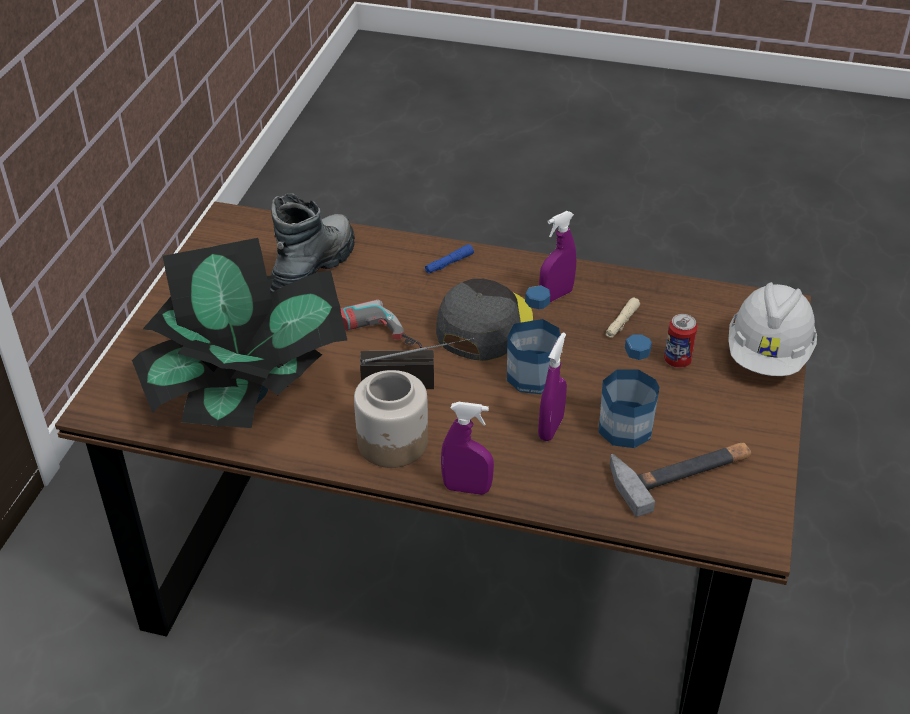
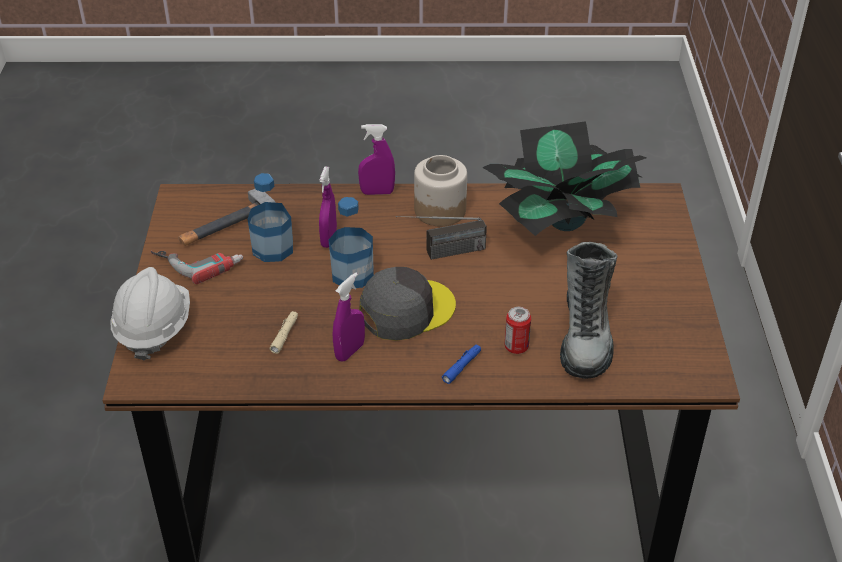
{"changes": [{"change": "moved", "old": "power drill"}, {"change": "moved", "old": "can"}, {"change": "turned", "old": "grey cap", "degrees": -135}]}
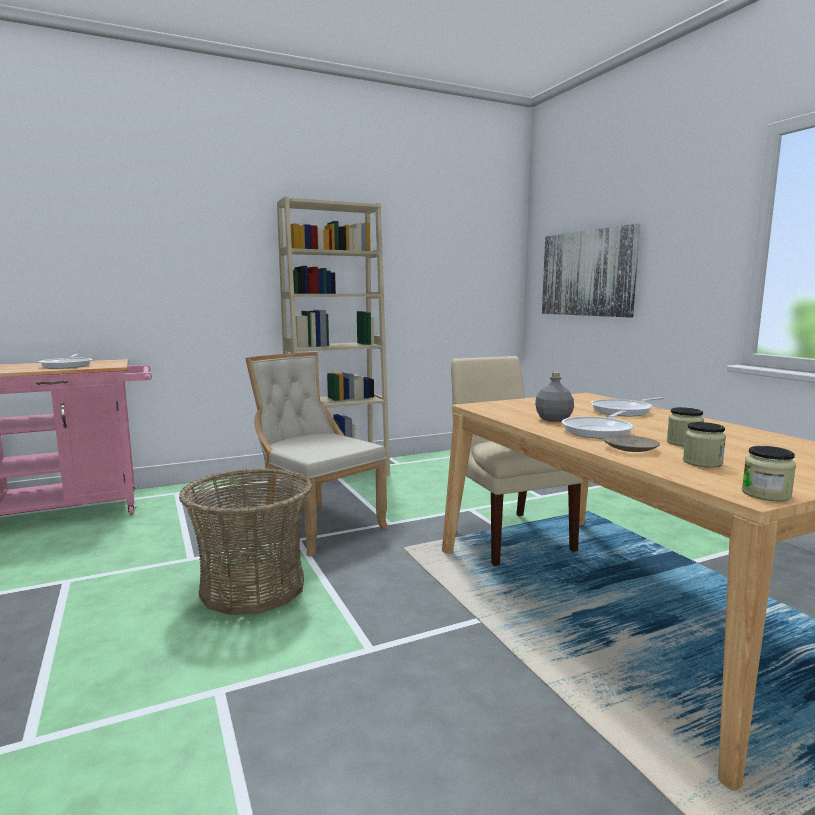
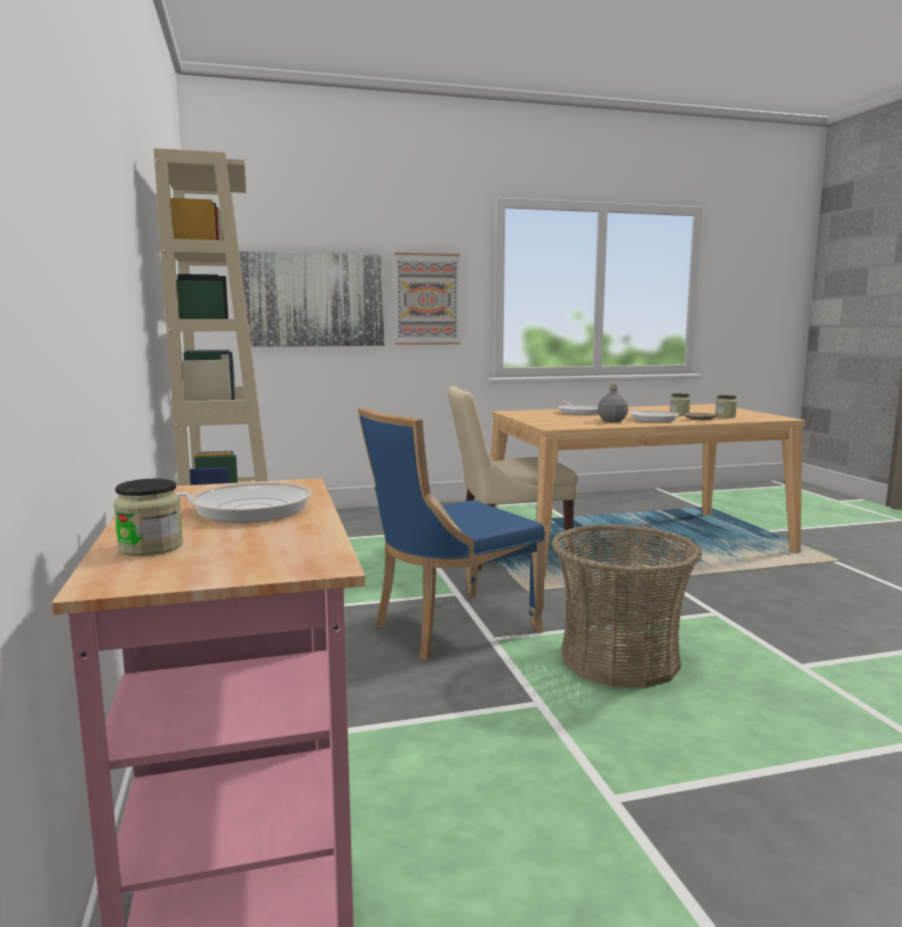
{"changes": [{"change": "added", "new": "picture (2nd from left)"}, {"change": "moved", "old": "jar (3rd from left in the first image)", "new": "jar (1st from left)"}, {"change": "recoloured", "old": "beige chair (1st from left)", "new": "blue chair"}]}
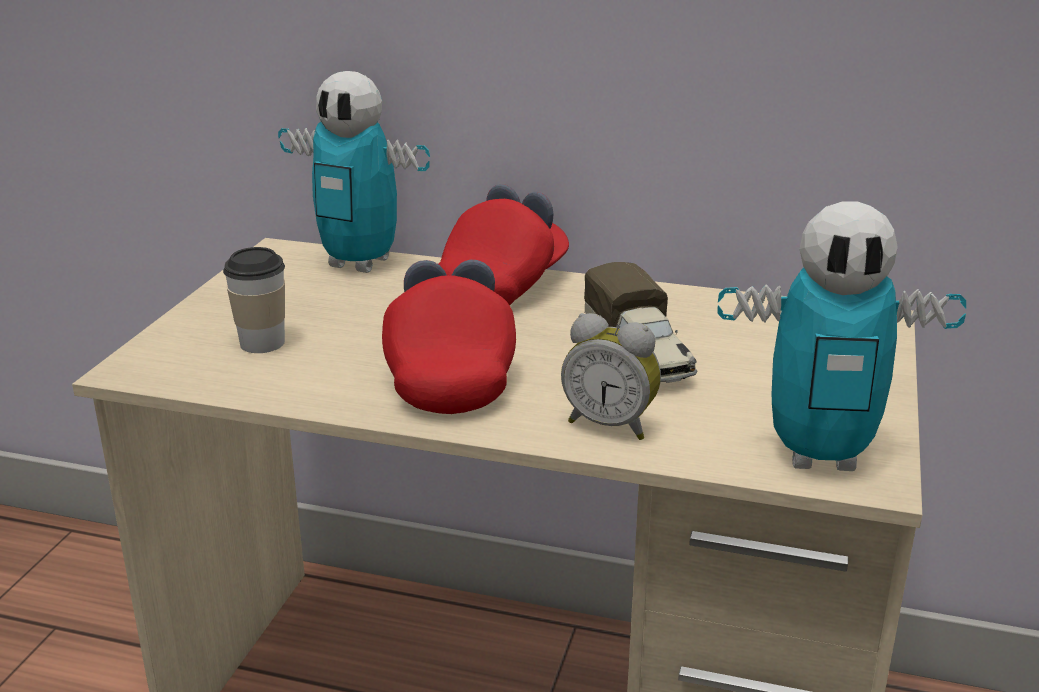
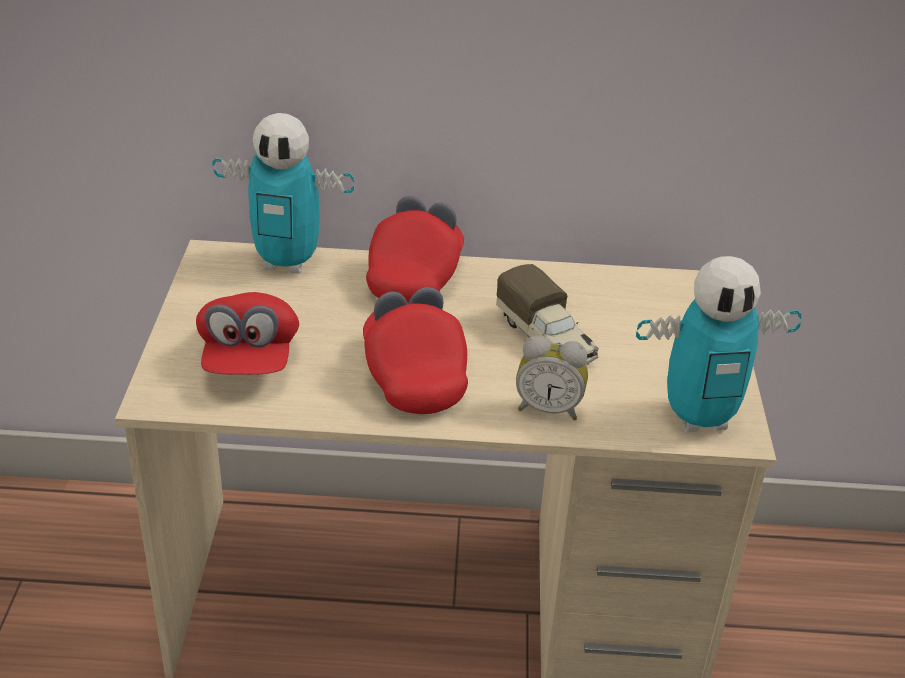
{"changes": [{"change": "replaced", "old": "cup", "new": "red cap (1st from left)"}]}
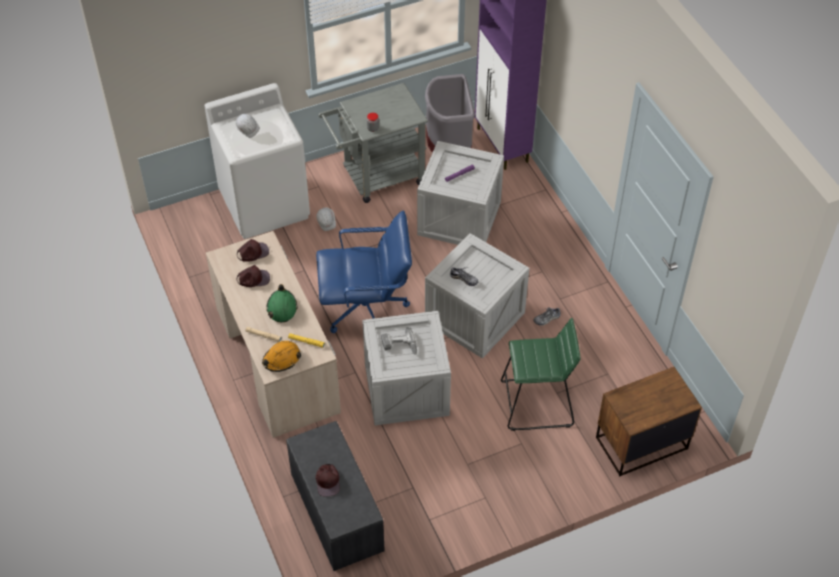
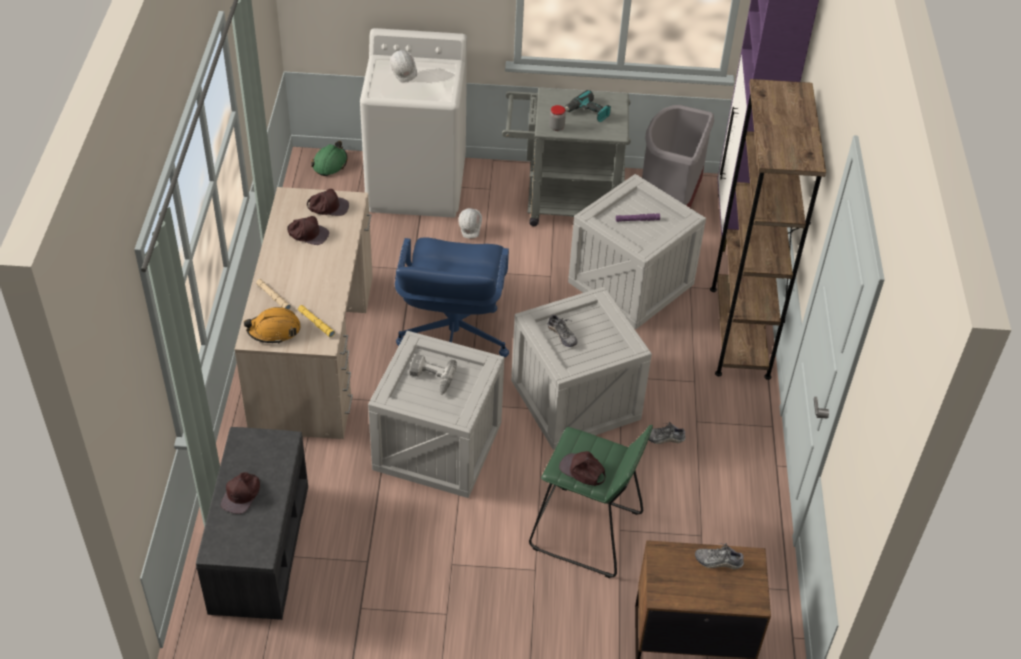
{"changes": [{"change": "added", "new": "brown cap (4th from left)"}, {"change": "added", "new": "power drill (2nd from left)"}, {"change": "added", "new": "shoe (3rd from left)"}, {"change": "added", "new": "brown bookcase"}, {"change": "moved", "old": "green hard hat"}, {"change": "turned", "old": "blue office chair", "degrees": 75}]}
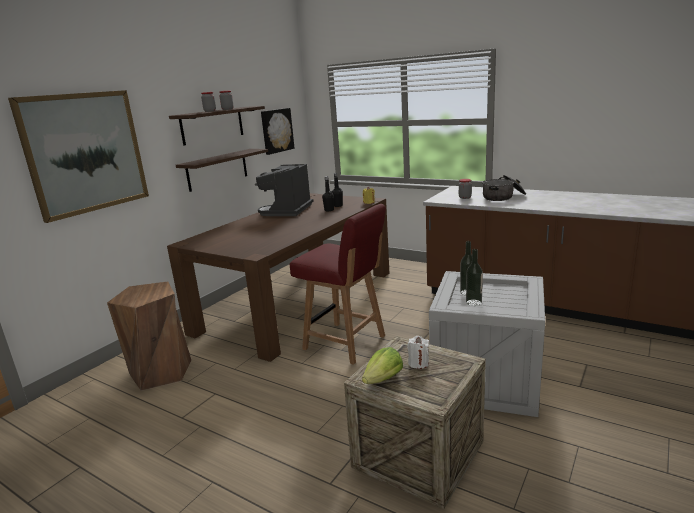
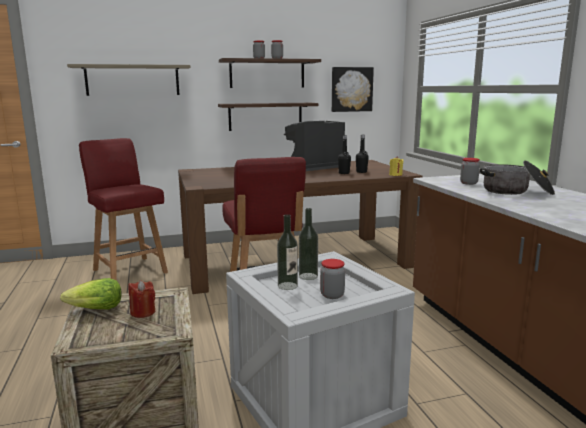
{"changes": [{"change": "added", "new": "jar (3rd from left)"}, {"change": "replaced", "old": "picture (1st from left)", "new": "shelf (1st from left)"}, {"change": "replaced", "old": "brown stool", "new": "red chair (1st from left)"}, {"change": "recoloured", "old": "white candle", "new": "red candle"}]}
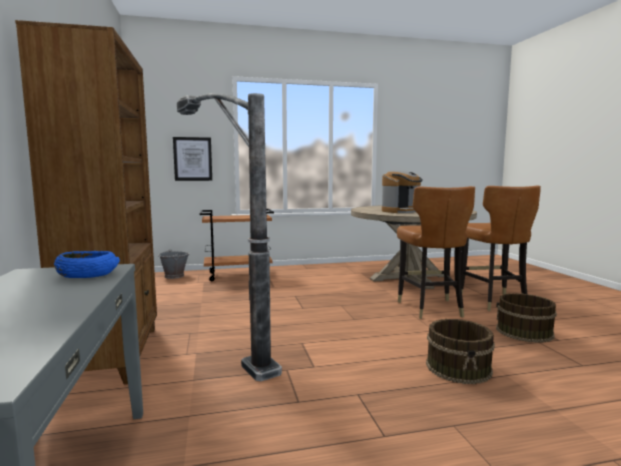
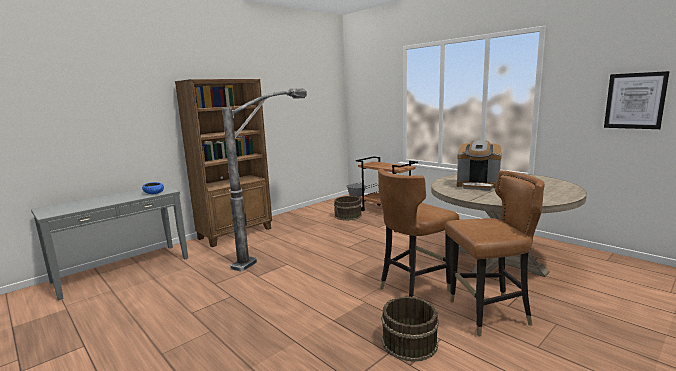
{"changes": [{"change": "moved", "old": "picture"}, {"change": "moved", "old": "brown bucket (1st from left)"}, {"change": "turned", "old": "brown chair (2nd from left)", "degrees": -150}]}
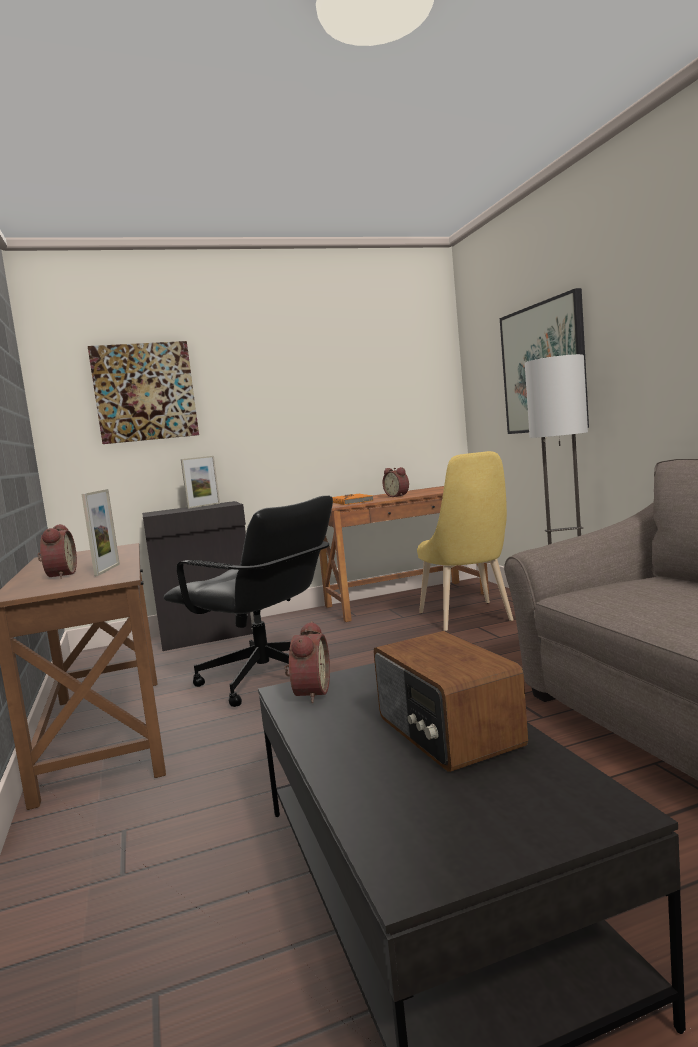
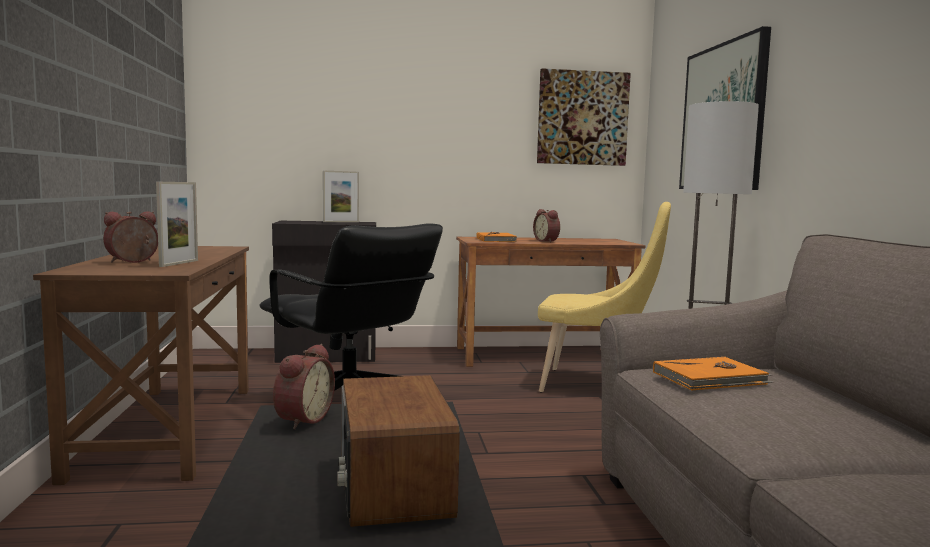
{"changes": [{"change": "added", "new": "orange book (2nd from left)"}, {"change": "moved", "old": "picture (1st from left)"}, {"change": "turned", "old": "alarm clock (1st from left)", "degrees": -135}, {"change": "turned", "old": "yellow chair", "degrees": -75}]}
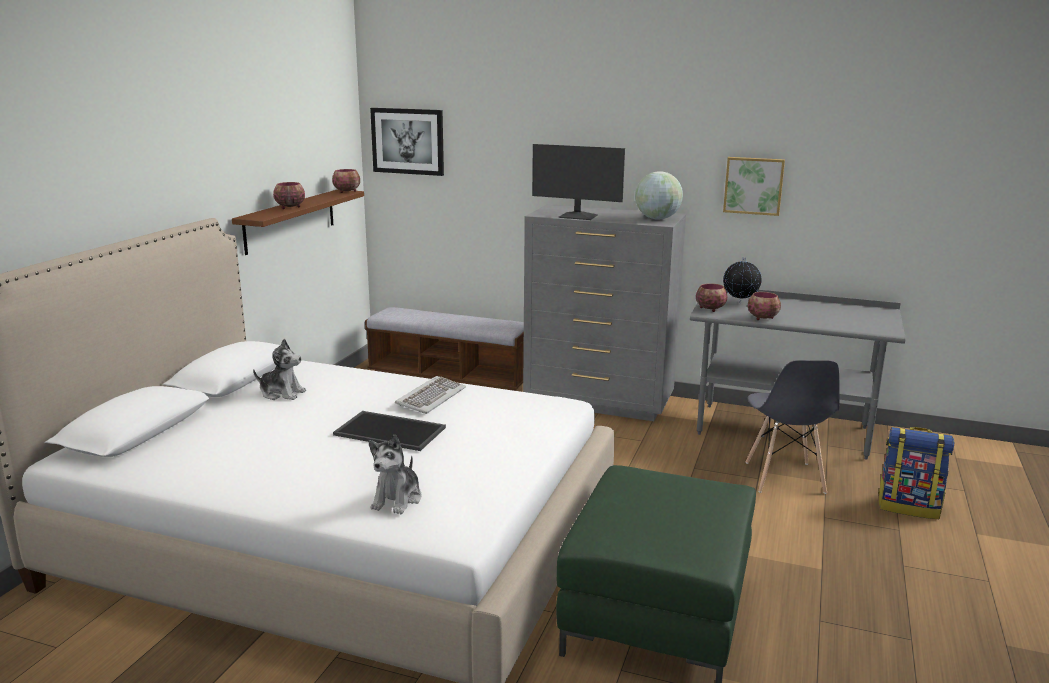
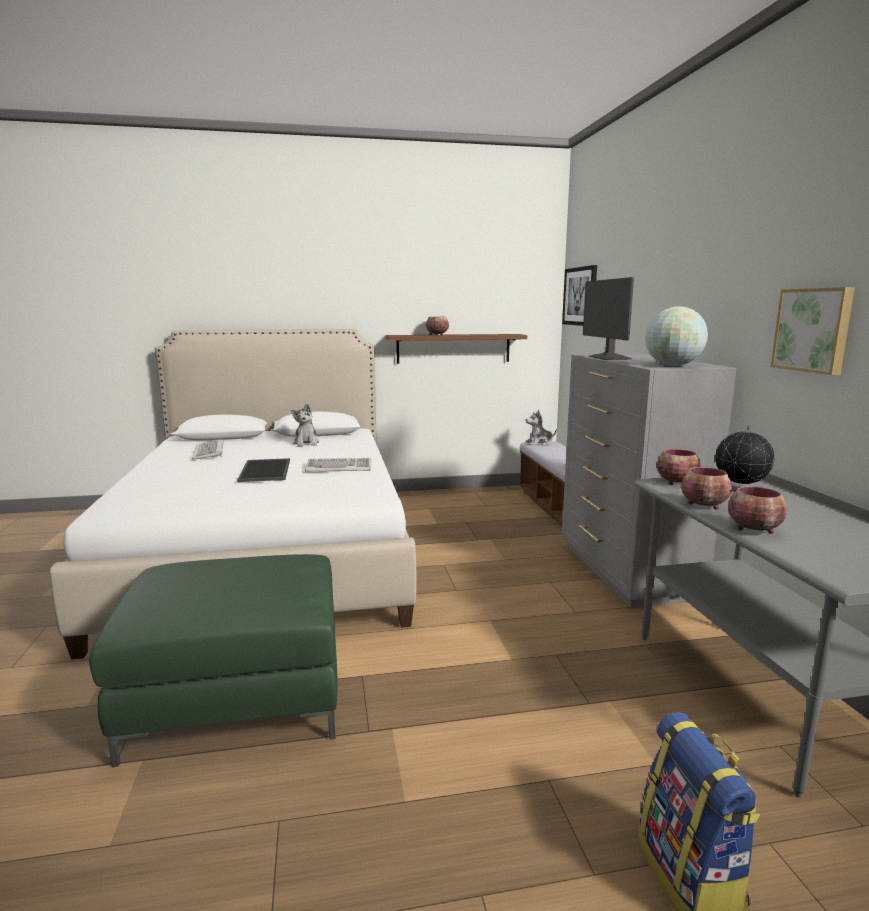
{"changes": [{"change": "removed", "old": "grey chair"}, {"change": "added", "new": "keyboard (1st from left)"}, {"change": "moved", "old": "bowl (2nd from left in the first image)", "new": "bowl (4th from left)"}, {"change": "moved", "old": "plush toy (2nd from left)"}]}
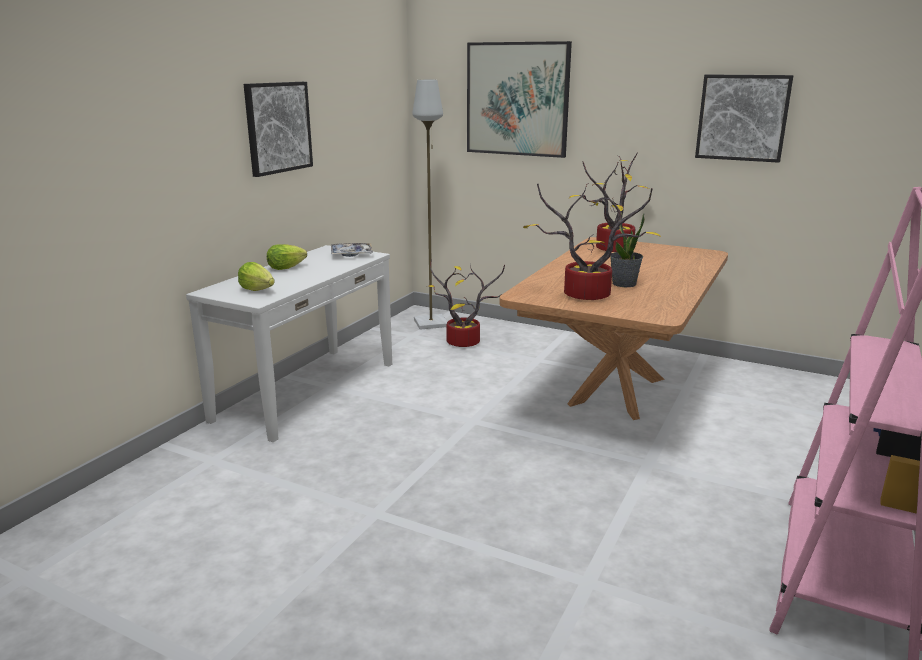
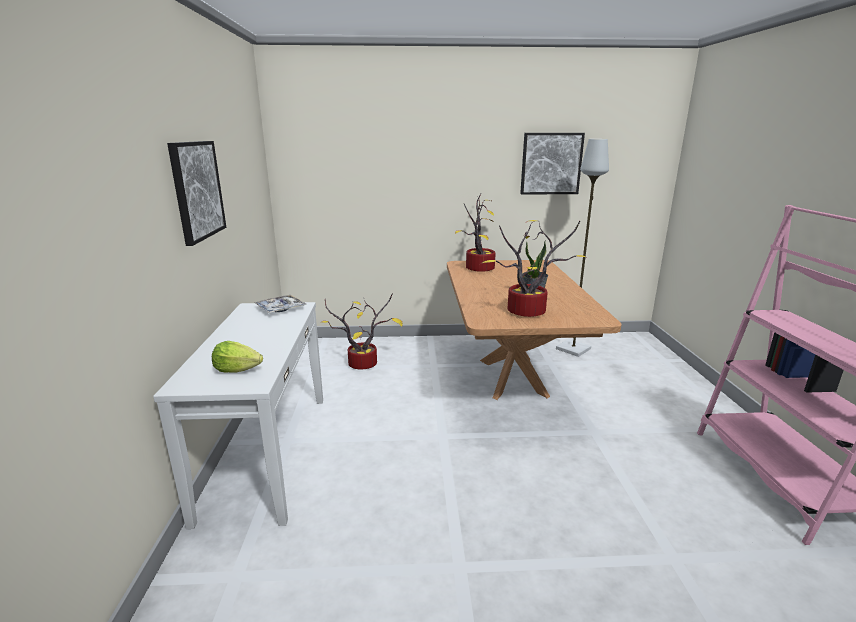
{"changes": [{"change": "removed", "old": "lettuce (2nd from left)"}, {"change": "removed", "old": "picture (2nd from left)"}, {"change": "moved", "old": "grey floor lamp"}]}
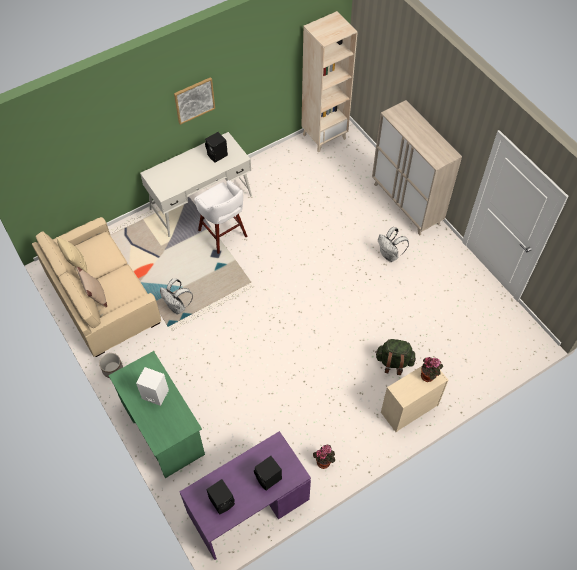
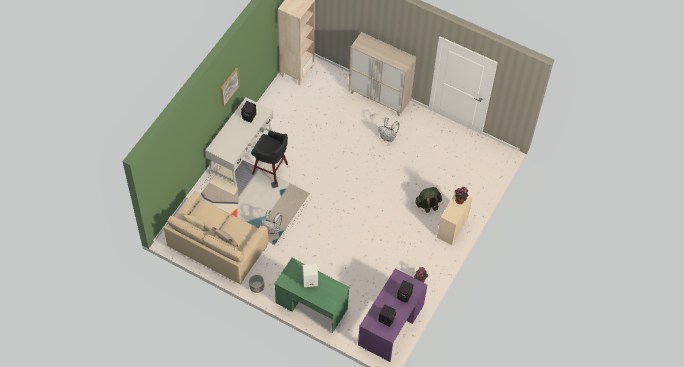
{"changes": [{"change": "recoloured", "old": "white stool", "new": "black stool"}]}
